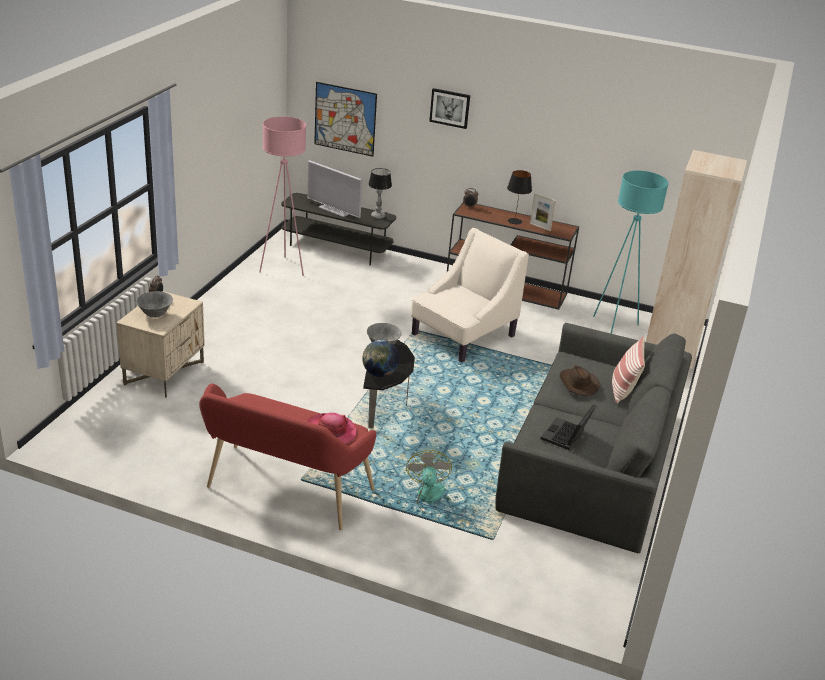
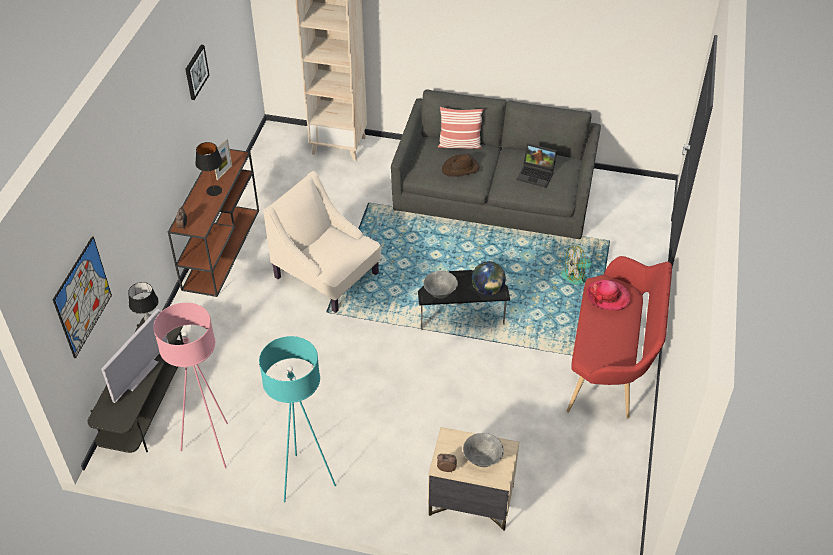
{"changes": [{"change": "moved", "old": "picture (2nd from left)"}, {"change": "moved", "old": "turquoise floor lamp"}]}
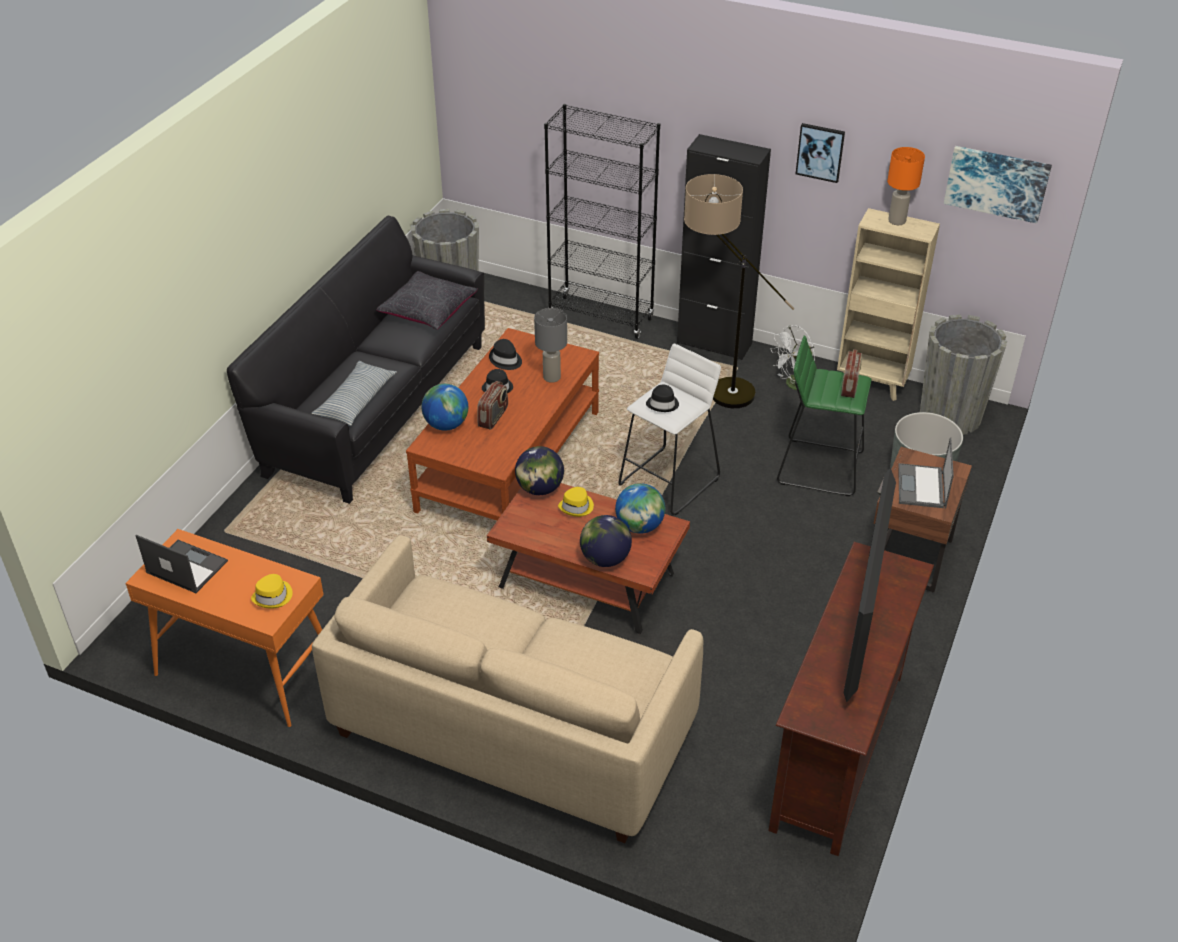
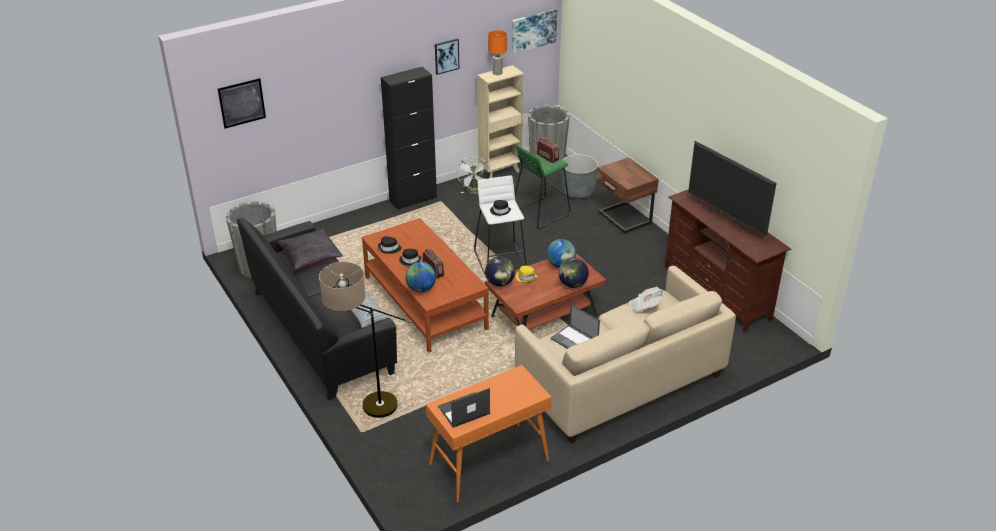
{"changes": [{"change": "removed", "old": "yellow hat (1st from left)"}, {"change": "removed", "old": "grey table lamp"}, {"change": "removed", "old": "black bookcase"}, {"change": "added", "new": "picture (1st from left)"}, {"change": "added", "new": "newspaper"}, {"change": "moved", "old": "floor lamp"}, {"change": "moved", "old": "laptop (2nd from left)"}]}
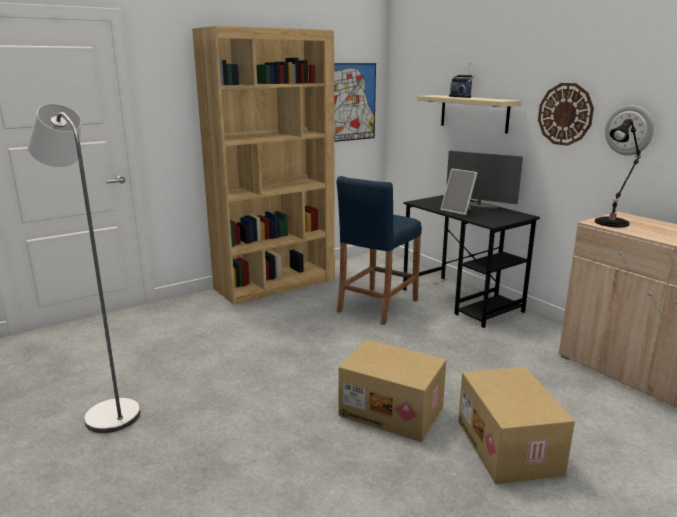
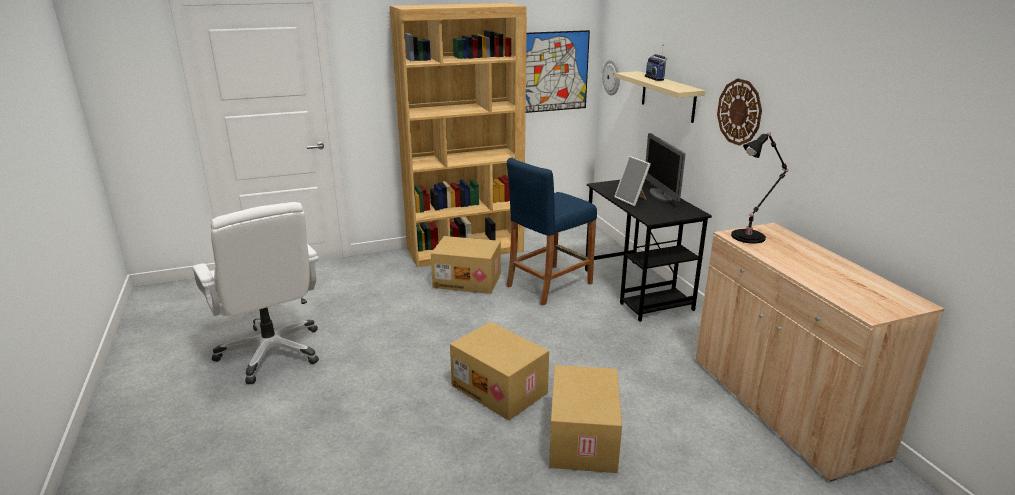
{"changes": [{"change": "added", "new": "cardboard box (1st from left)"}, {"change": "moved", "old": "wall clock (2nd from left in the first image)", "new": "wall clock (1st from left)"}, {"change": "replaced", "old": "grey floor lamp", "new": "white office chair"}, {"change": "turned", "old": "monitor", "degrees": -150}]}
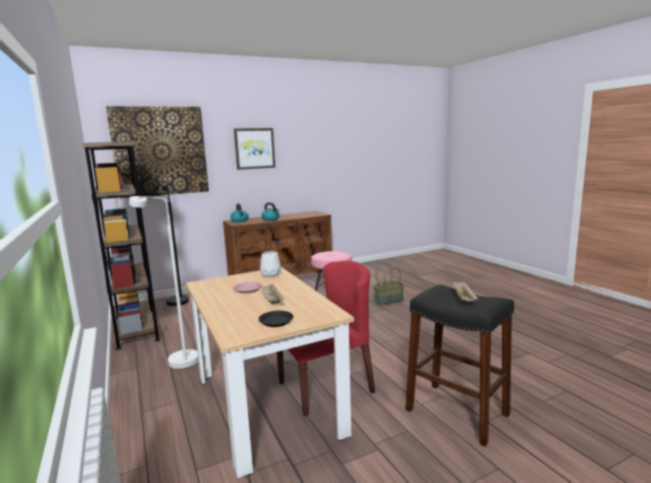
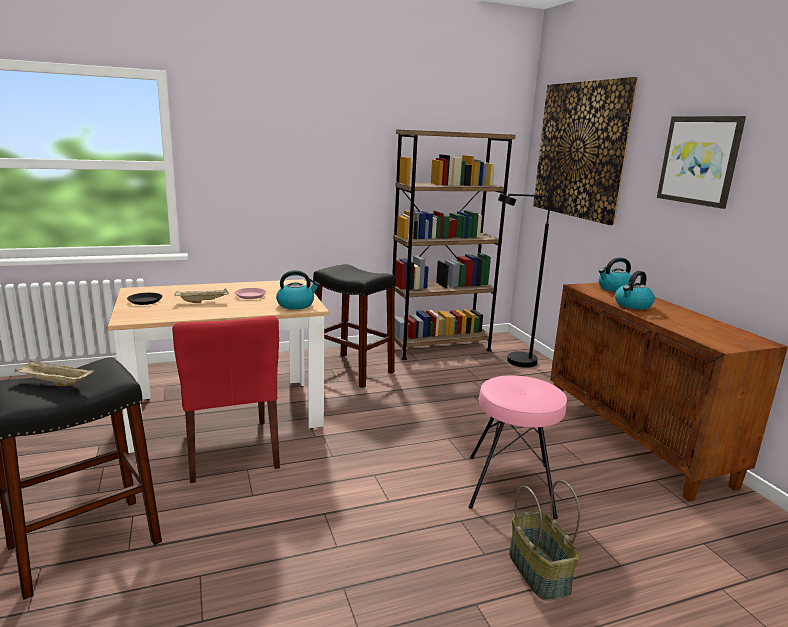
{"changes": [{"change": "replaced", "old": "white floor lamp", "new": "black stool (2nd from left)"}, {"change": "replaced", "old": "white vase", "new": "kettle (1st from left)"}]}
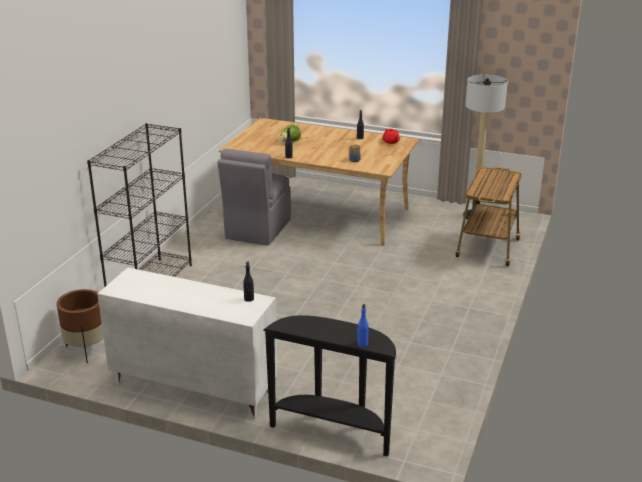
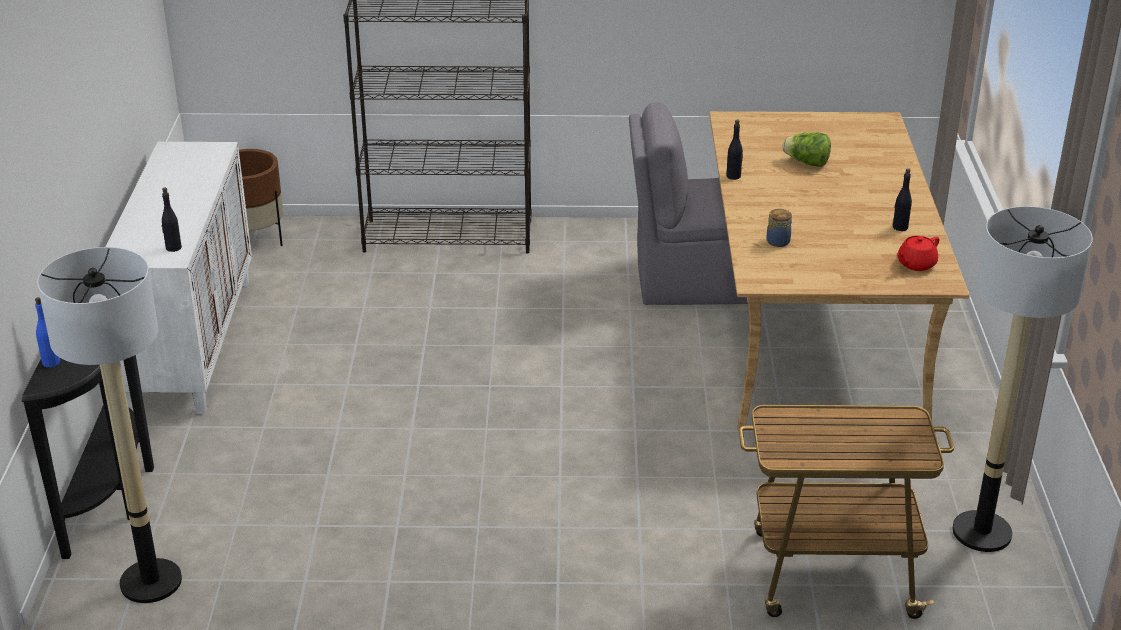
{"changes": [{"change": "added", "new": "floor lamp (1st from left)"}]}
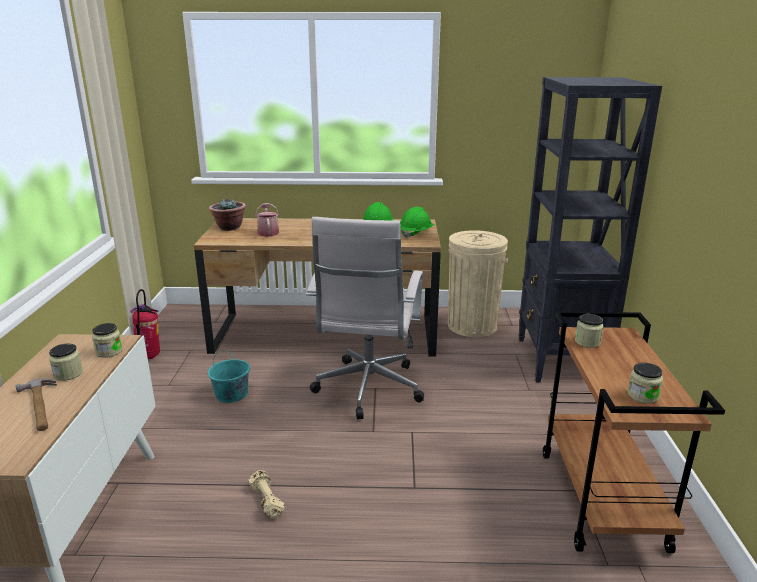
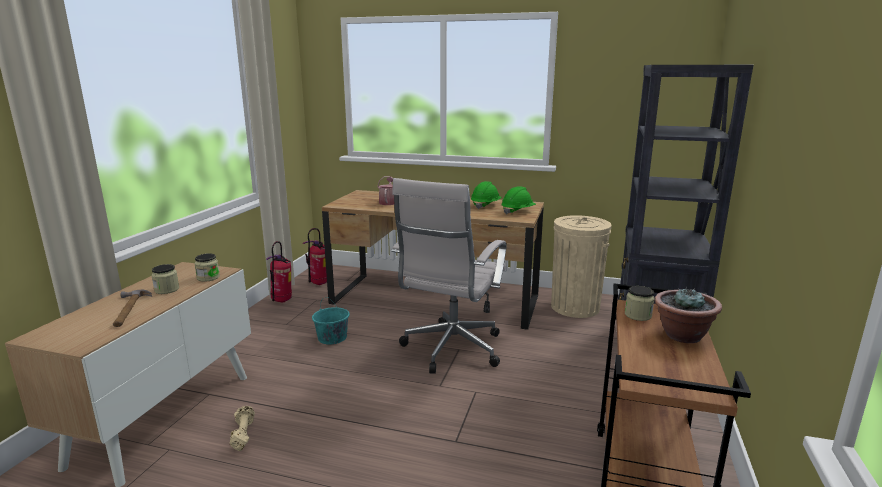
{"changes": [{"change": "removed", "old": "jar (4th from left)"}, {"change": "added", "new": "fire extinguisher (2nd from left)"}, {"change": "moved", "old": "potted plant"}, {"change": "moved", "old": "beige dumbbell"}]}
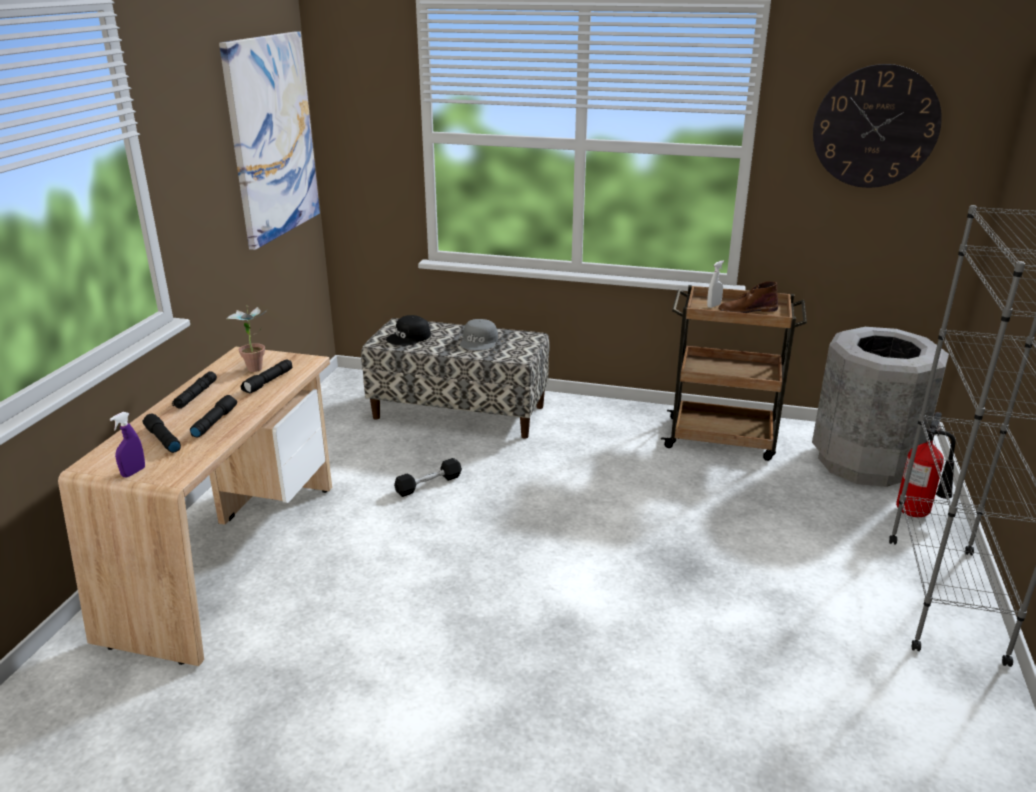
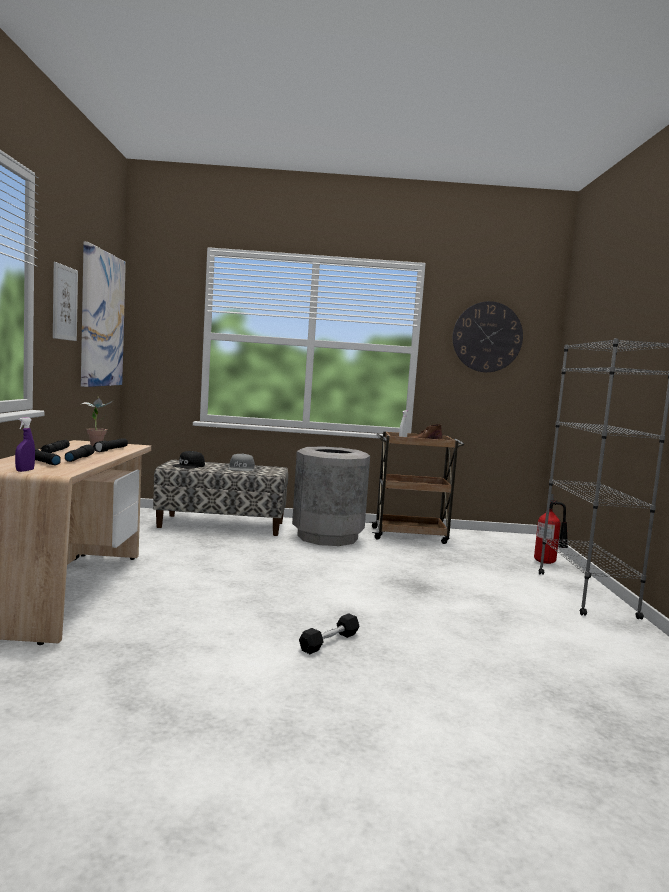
{"changes": [{"change": "added", "new": "picture (1st from left)"}, {"change": "moved", "old": "black dumbbell"}, {"change": "moved", "old": "grey trash can"}]}
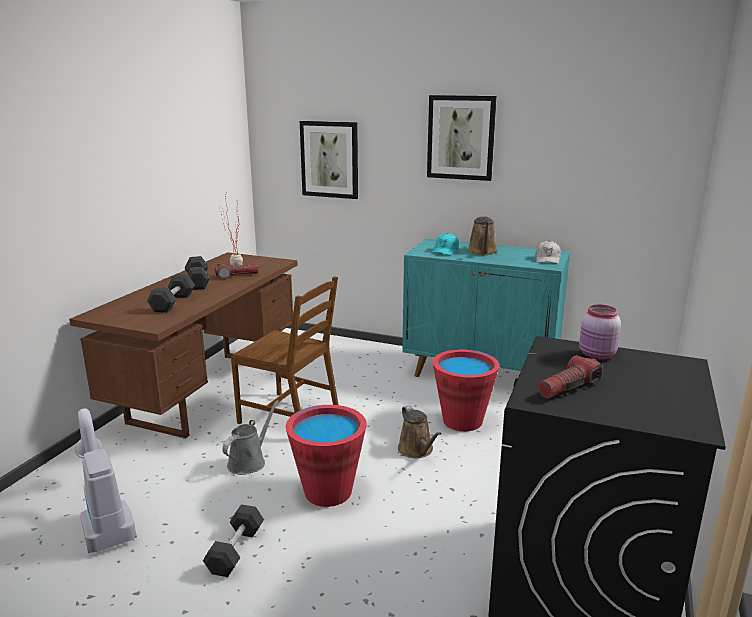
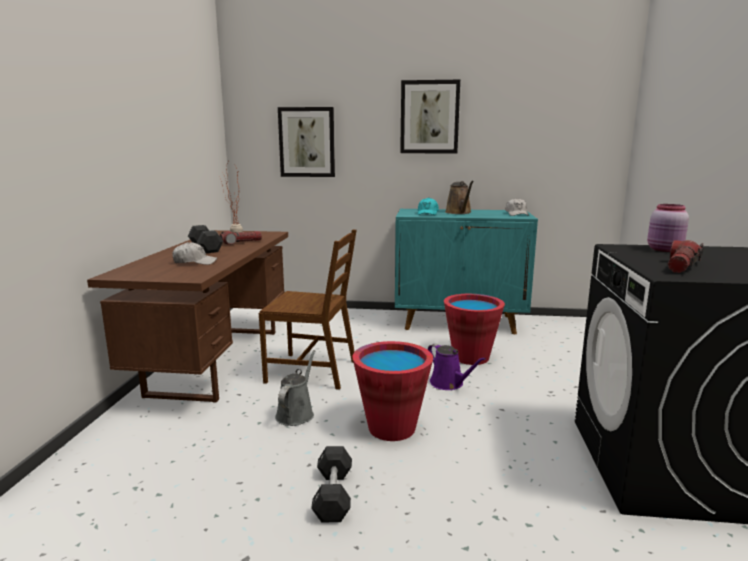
{"changes": [{"change": "removed", "old": "vacuum cleaner"}, {"change": "replaced", "old": "black dumbbell (1st from left)", "new": "white cap (1st from left)"}, {"change": "recoloured", "old": "brown watering can (1st from left)", "new": "purple watering can"}]}
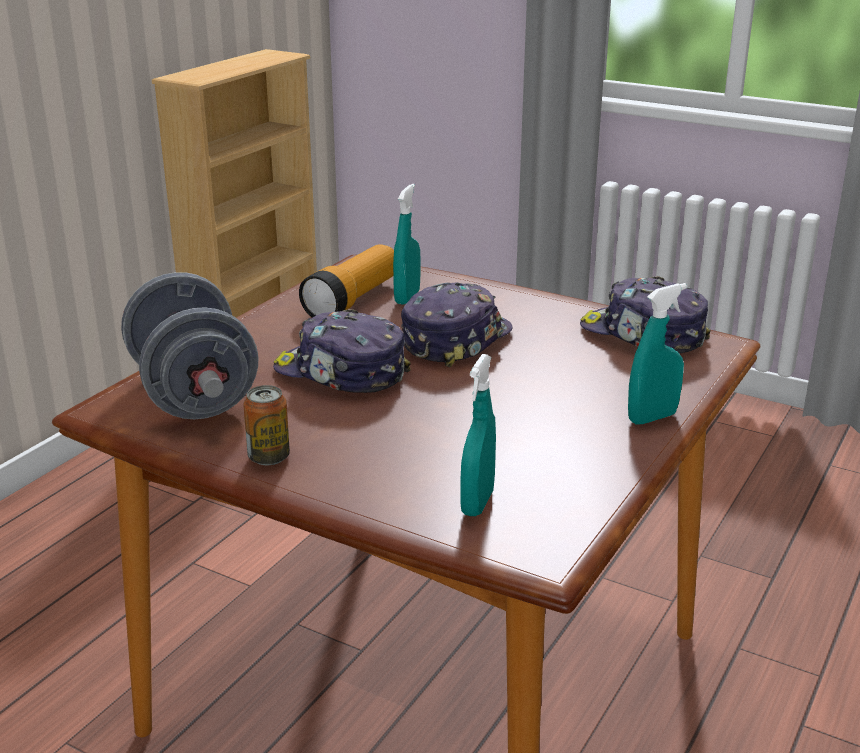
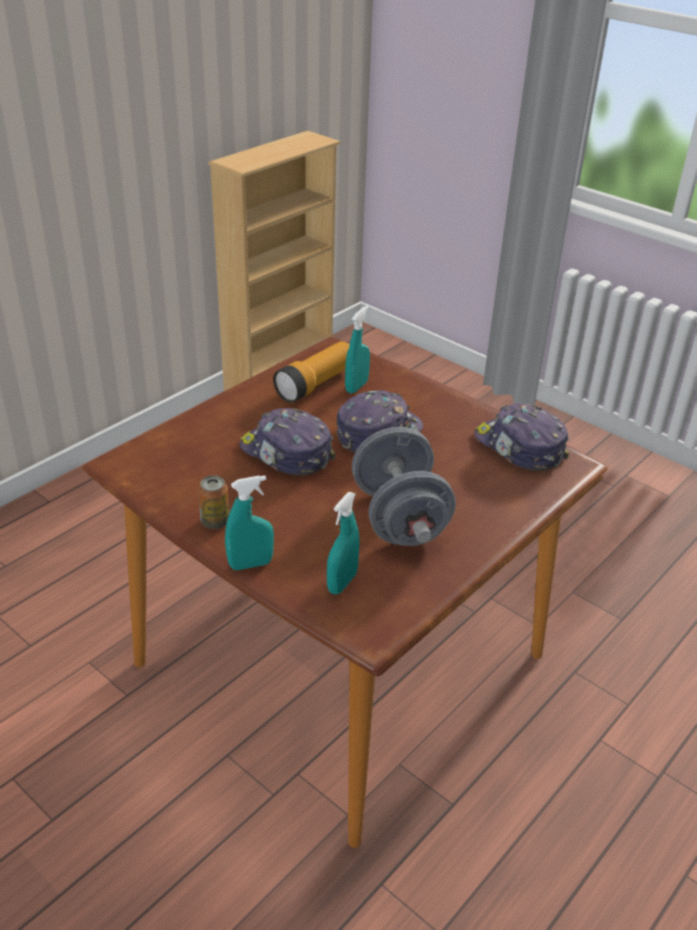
{"changes": [{"change": "moved", "old": "grey dumbbell"}, {"change": "moved", "old": "turquoise spray bottle (3rd from left in the first image)", "new": "turquoise spray bottle (1st from left)"}]}
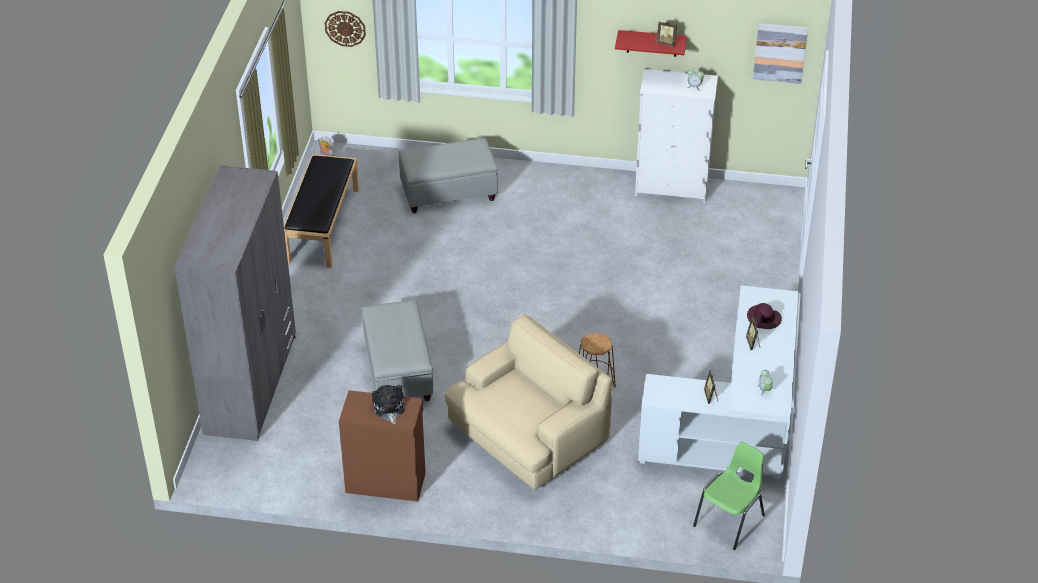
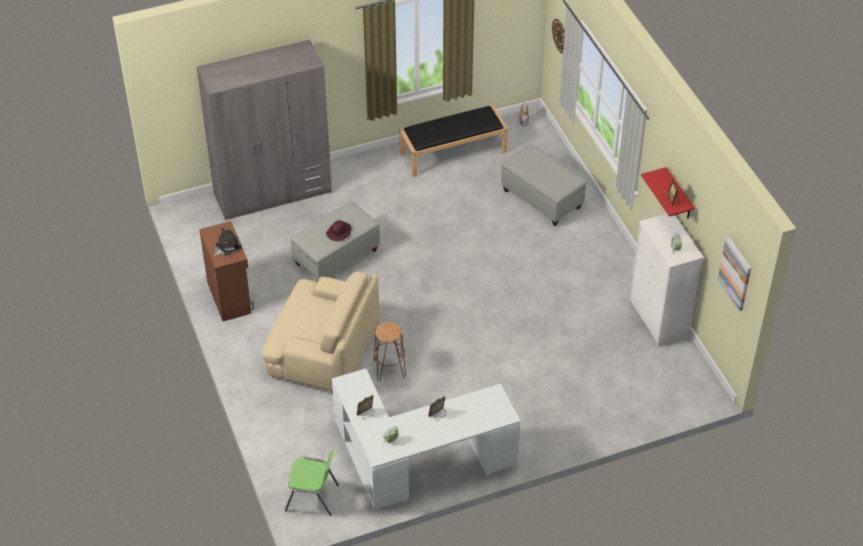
{"changes": [{"change": "moved", "old": "purple hat"}]}
